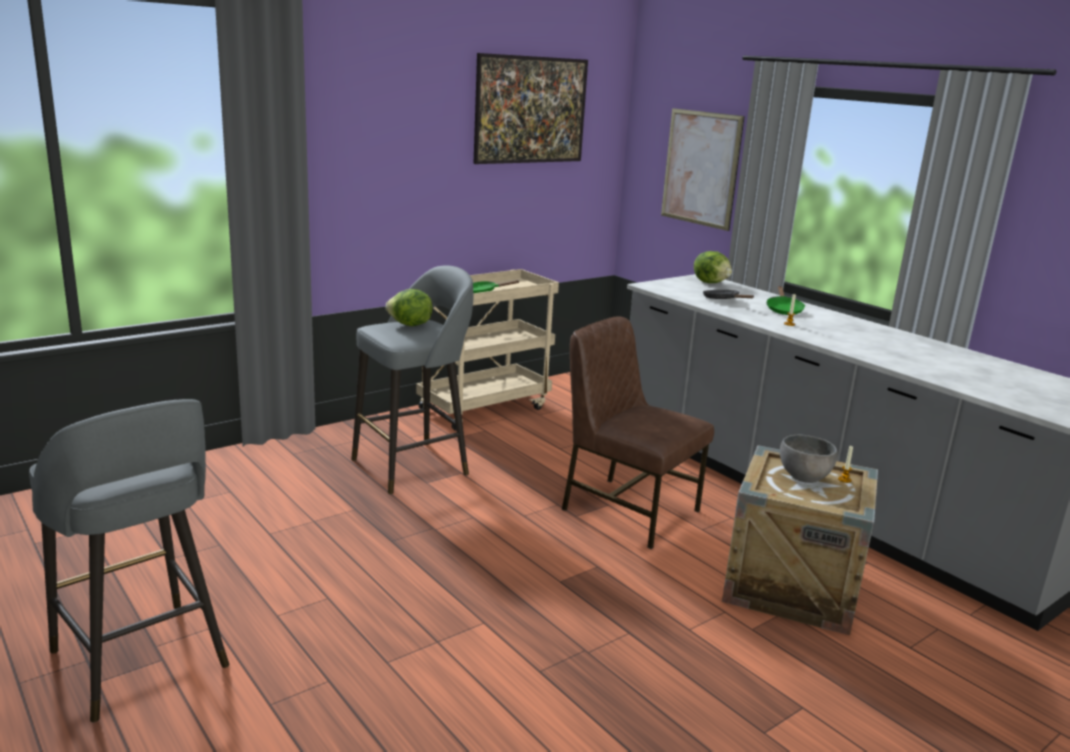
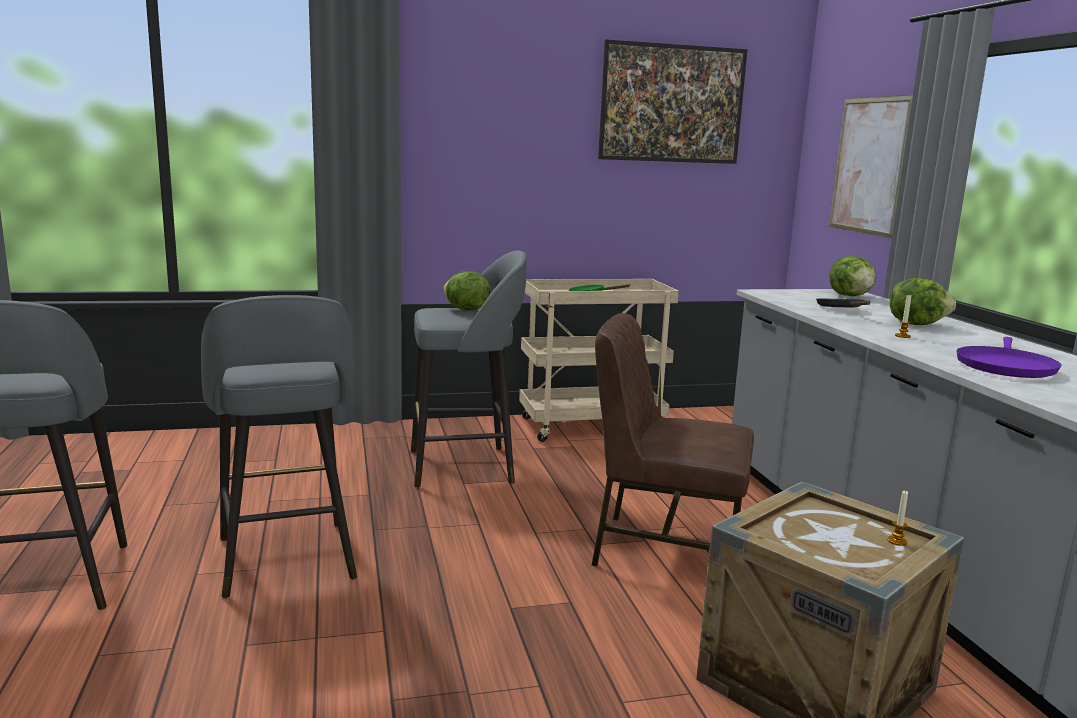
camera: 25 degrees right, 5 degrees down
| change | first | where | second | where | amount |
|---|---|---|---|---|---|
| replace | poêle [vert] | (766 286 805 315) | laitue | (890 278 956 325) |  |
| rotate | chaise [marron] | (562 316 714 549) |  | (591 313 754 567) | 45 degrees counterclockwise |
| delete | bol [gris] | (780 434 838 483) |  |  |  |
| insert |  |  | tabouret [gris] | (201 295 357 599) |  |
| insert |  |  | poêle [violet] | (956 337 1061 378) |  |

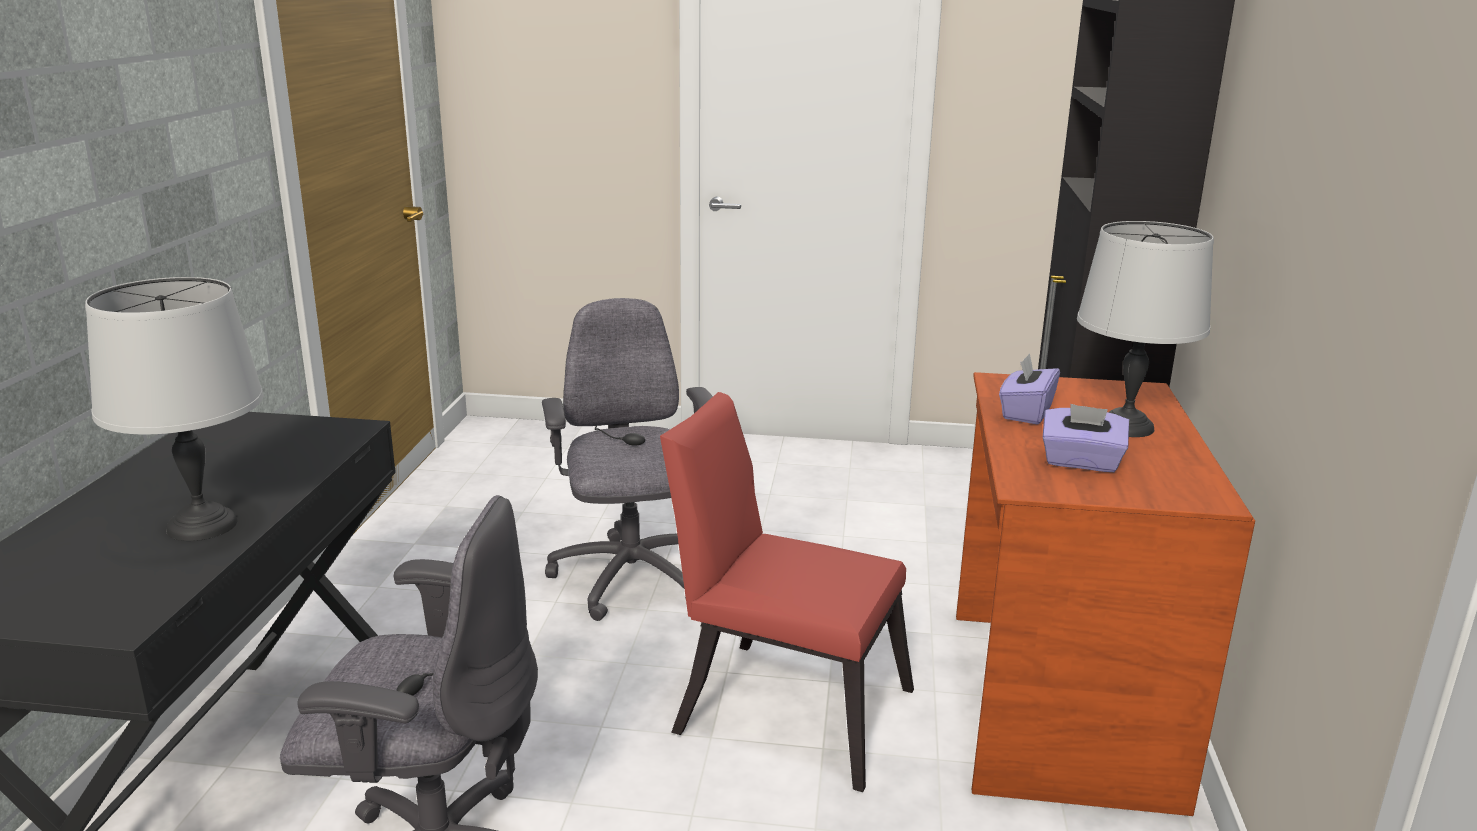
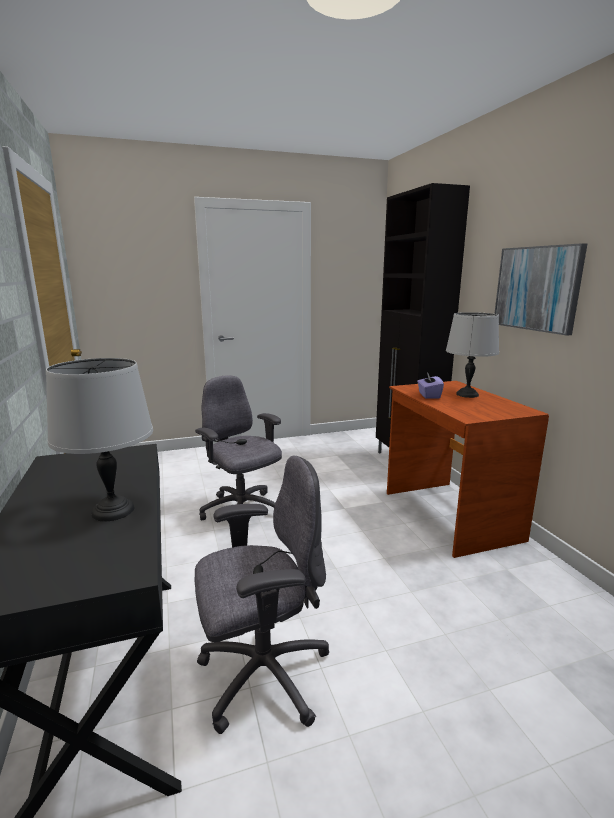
camera: 25 degrees left, 5 degrees down
| change | first | where | second | where | amount |
|---|---|---|---|---|---|
| delete | chaise [rouge] | (660 392 914 792) |  |  |  |
| delete | boîte à mouchoirs [violet] | (1043 404 1129 472) |  |  |  |
| insert |  |  | tableau | (494 243 587 336) |  |

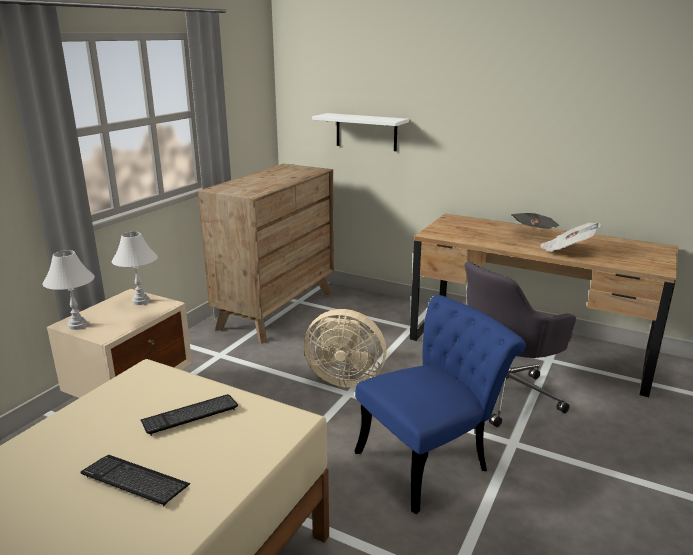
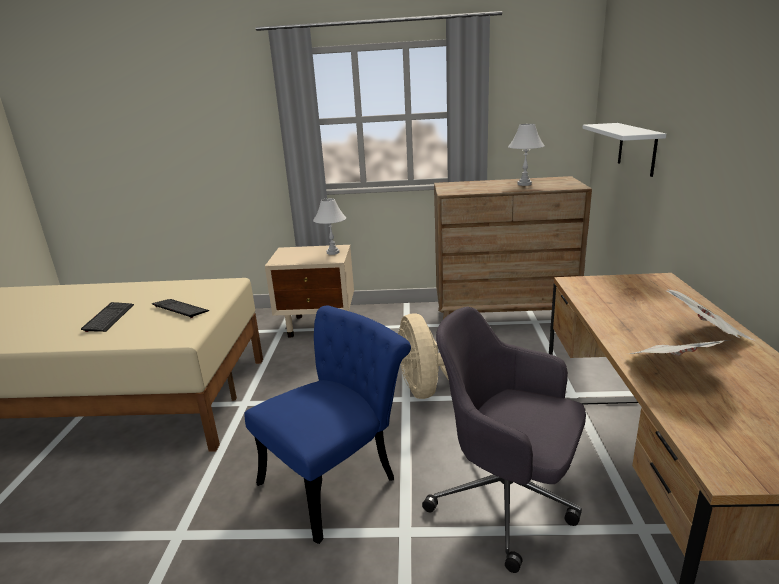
camera: 65 degrees right, 0 degrees up
| change | first | where | second | where | amount |
|---|---|---|---|---|---|
| move | lampe de table [blanc] | (43 250 95 330) |  | (508 124 545 186) |  |
| rotate | chaise [bleu] | (354 295 526 514) |  | (244 306 411 544) | 75 degrees counterclockwise |

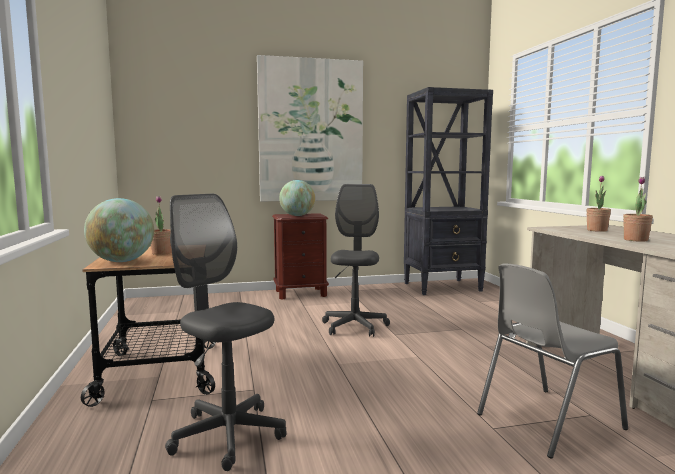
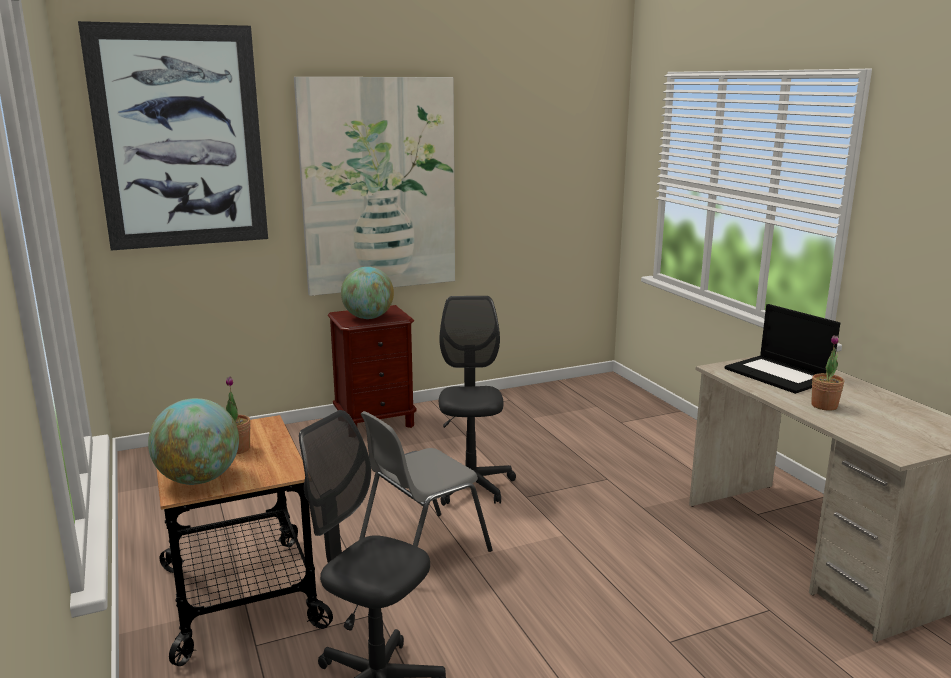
camera: 10 degrees left, 10 degrees up
| change | first | where | second | where | amount |
|---|---|---|---|---|---|
| delete | bibliothèque [noir] | (404 87 493 295) |  |  |  |
| replace | plante en pot | (587 175 611 232) | ordinateur portable | (725 304 840 394) |  |
| move | chaise [gris] | (477 264 628 459) |  | (359 411 493 552) |  |
| insert |  |  | tableau | (78 21 268 251) |  |

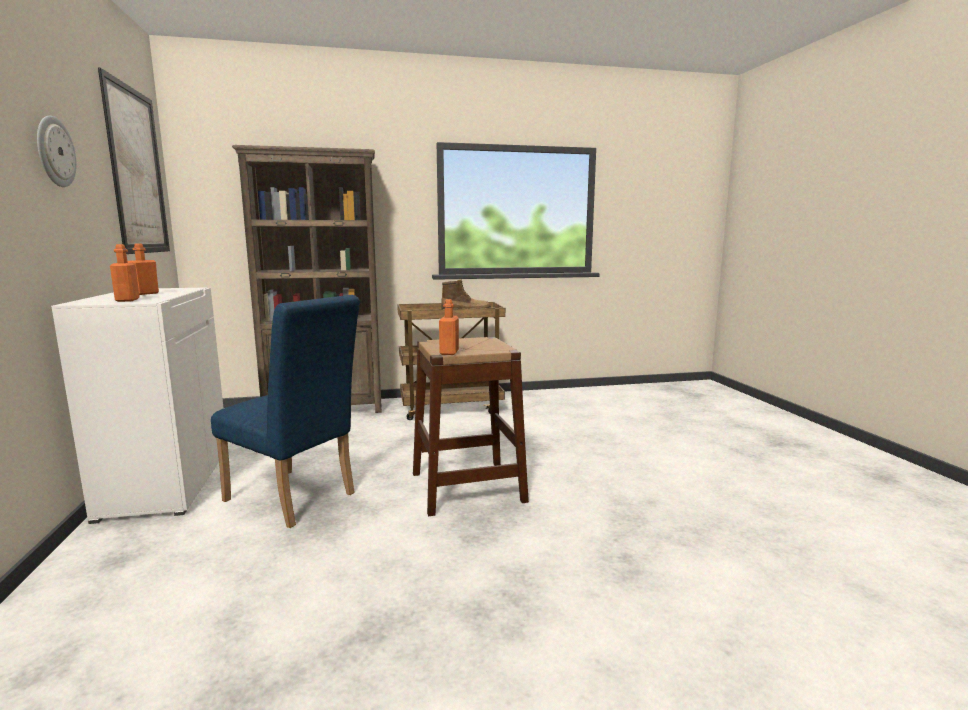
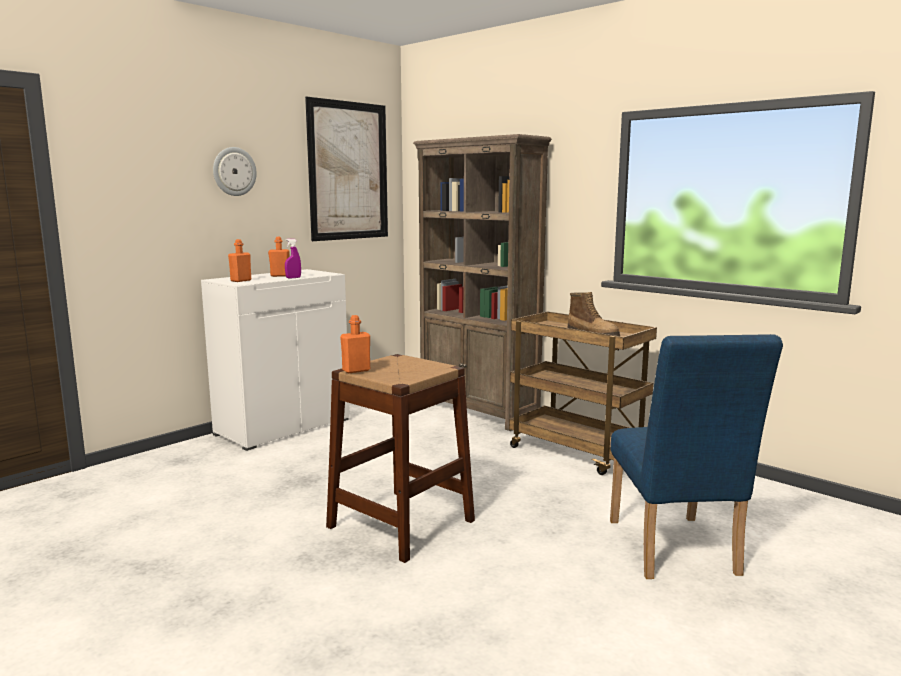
camera: 55 degrees right, 0 degrees up
| change | first | where | second | where | amount |
|---|---|---|---|---|---|
| move | chaise [bleu] | (211 295 360 528) |  | (610 334 783 579) |  |
| insert |  |  | vaporisateur [violet] | (285 239 301 278) |  |

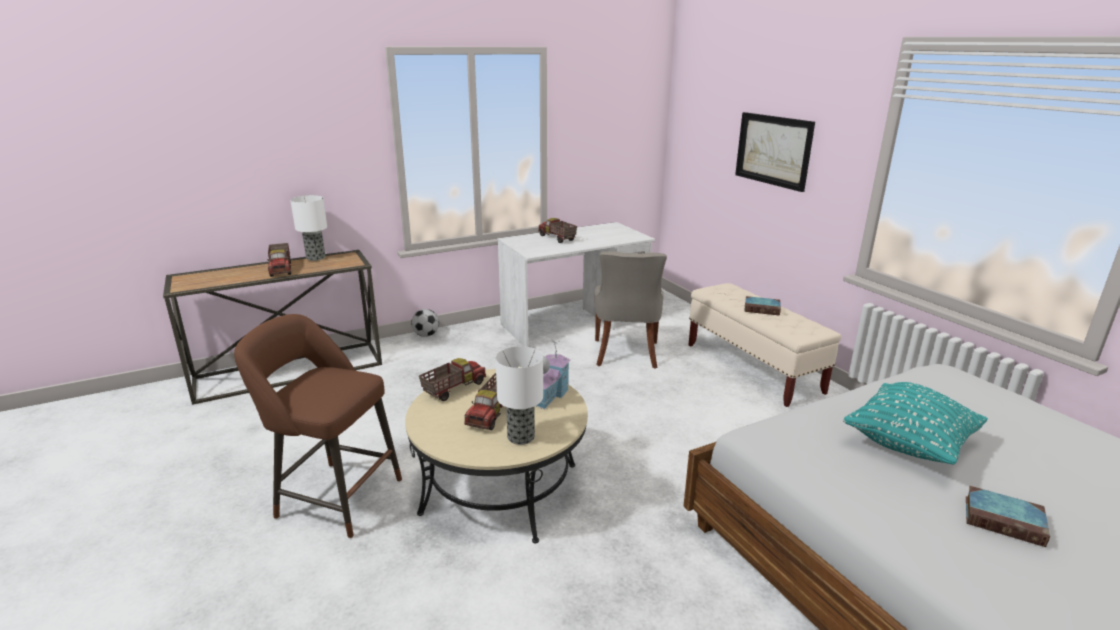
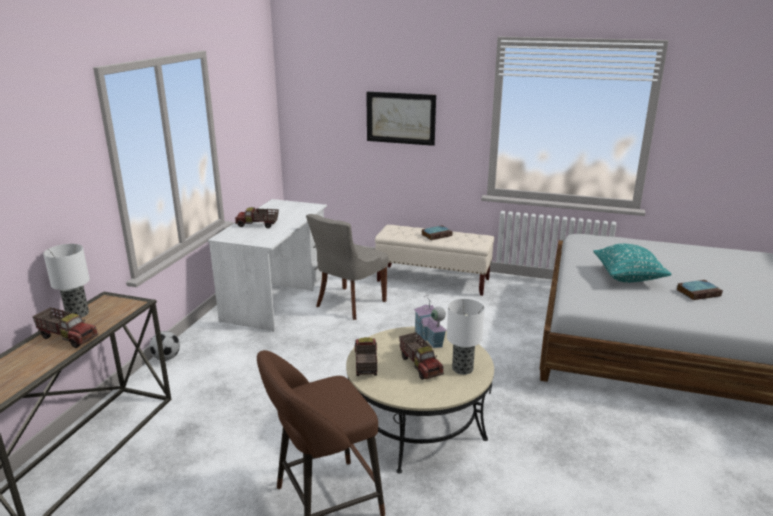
camera: 45 degrees left, 0 degrees up
| change | first | where | second | where | amount |
|---|---|---|---|---|---|
| rotate | chaise [gris] | (594 251 667 369) |  | (306 214 388 320) | 75 degrees clockwise |

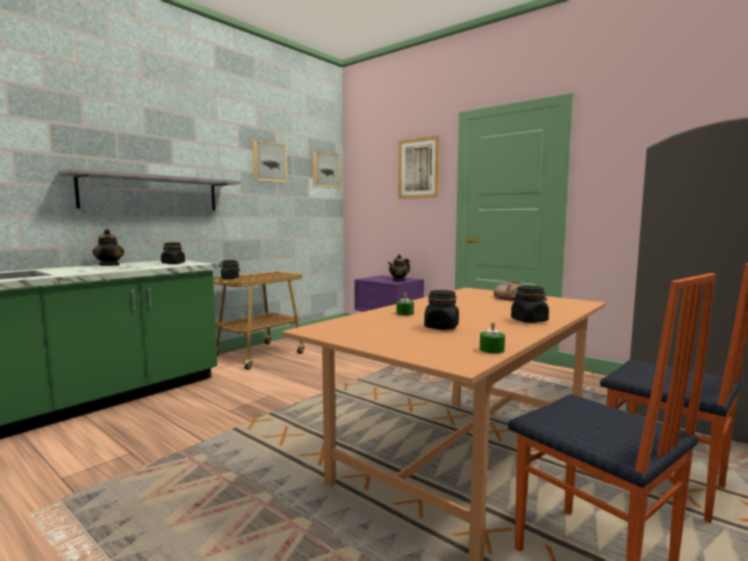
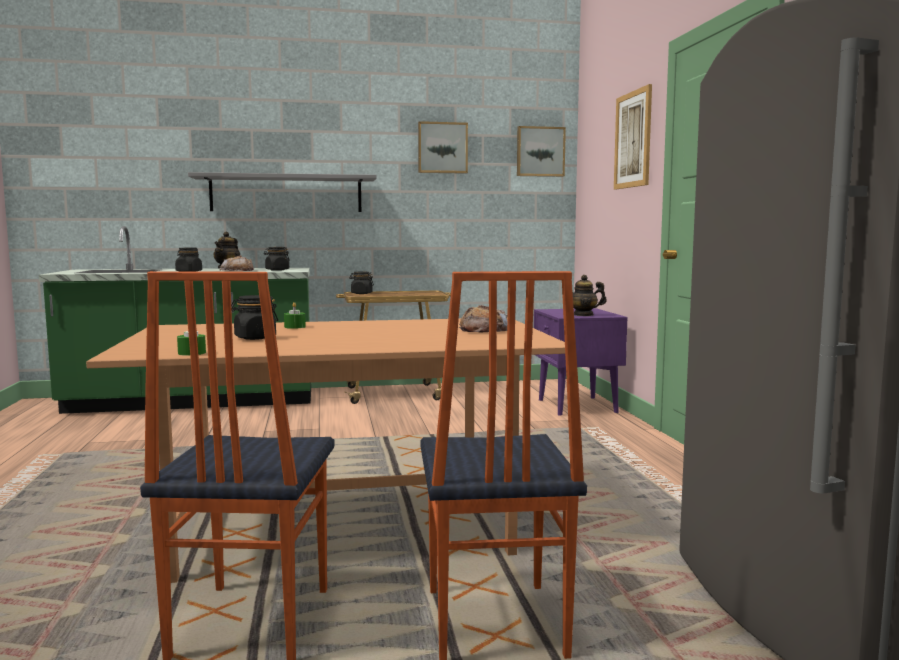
camera: 40 degrees right, 0 degrees up
| change | first | where | second | where | amount |
|---|---|---|---|---|---|
| move | bocal [noir] | (511 286 549 323) |  | (175 248 202 271) |  |
| insert |  |  | pain | (220 255 254 271) |  |

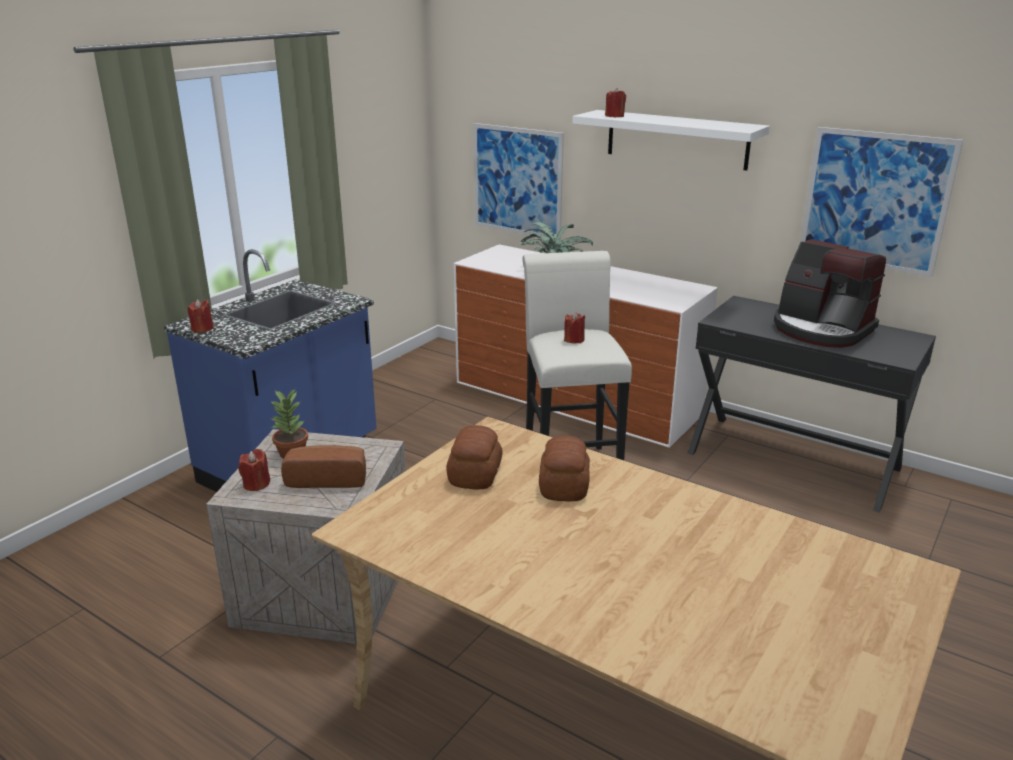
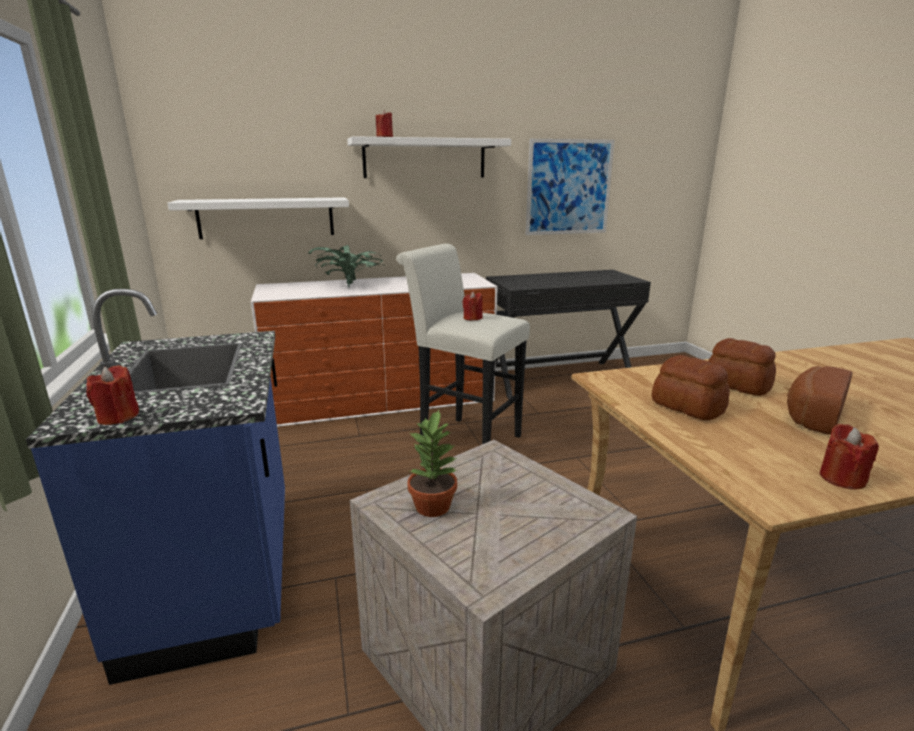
camera: 50 degrees left, 5 degrees down
| change | first | where | second | where | amount |
|---|---|---|---|---|---|
| replace | tableau | (473 123 564 236) | étagère [blanc] | (168 197 349 239) |  |
| delete | machine à café | (774 239 886 348) |  |  |  |
| move | pain | (281 445 366 488) |  | (787 366 852 435) |  |
| move | bougie [rouge] | (238 449 270 491) |  | (820 424 879 489) |  |

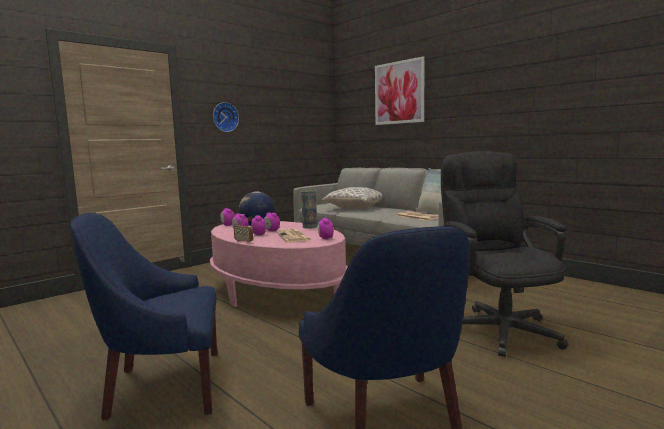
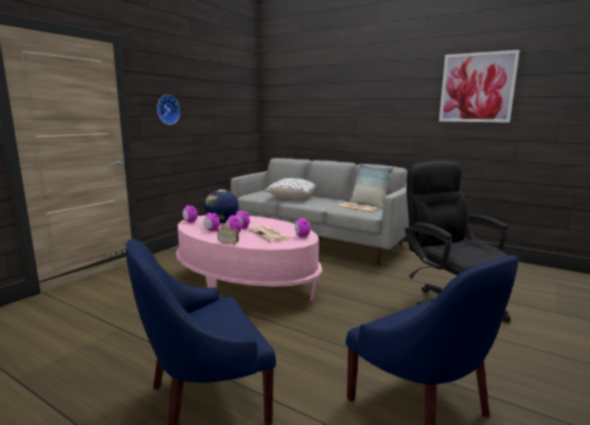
camera: 15 degrees left, 5 degrees up
| change | first | where | second | where | amount |
|---|---|---|---|---|---|
| move | tableau | (375 56 425 125) |  | (439 50 520 123) |  |
| delete | vase | (301 190 317 229) |  |  |  |

